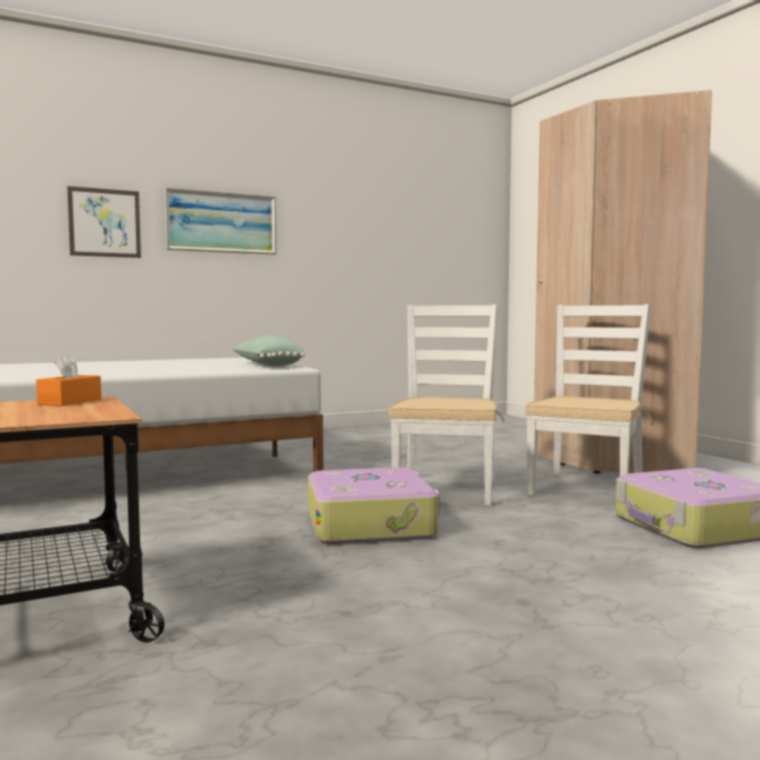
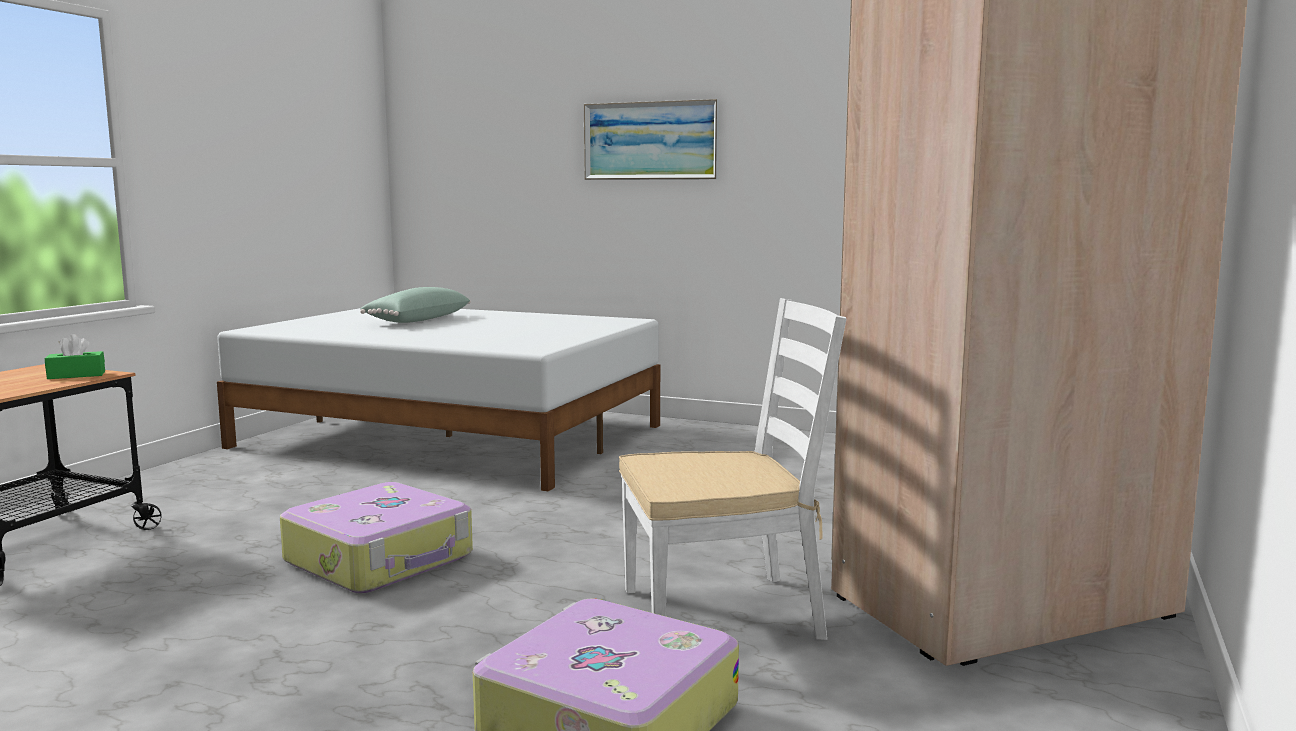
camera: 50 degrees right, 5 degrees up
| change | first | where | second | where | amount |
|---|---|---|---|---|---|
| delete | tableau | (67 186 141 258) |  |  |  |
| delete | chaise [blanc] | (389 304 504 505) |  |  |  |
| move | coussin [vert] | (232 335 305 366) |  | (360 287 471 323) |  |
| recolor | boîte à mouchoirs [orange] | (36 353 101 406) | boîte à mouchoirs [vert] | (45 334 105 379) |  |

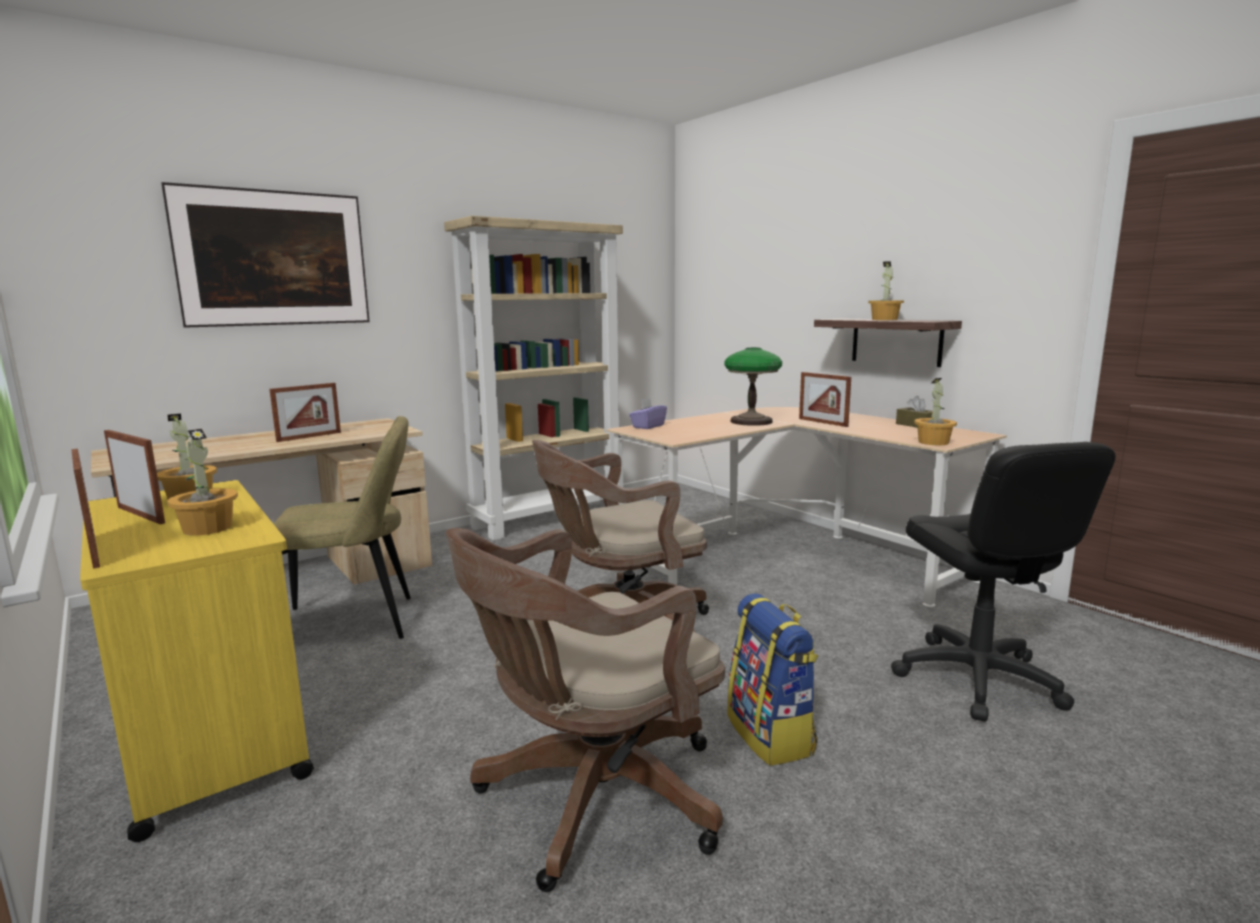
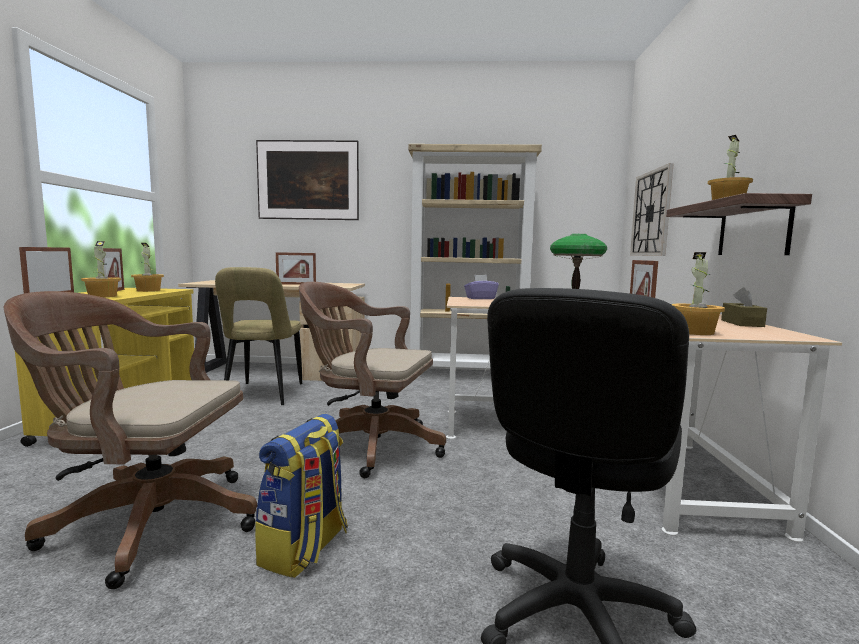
camera: 40 degrees right, 5 degrees down
| change | first | where | second | where | amount |
|---|---|---|---|---|---|
| rotate | chaise [beige] | (273 416 411 639) |  | (215 267 302 405) | 60 degrees clockwise |
| insert |  |  | horloge murale | (630 163 674 256) |  |

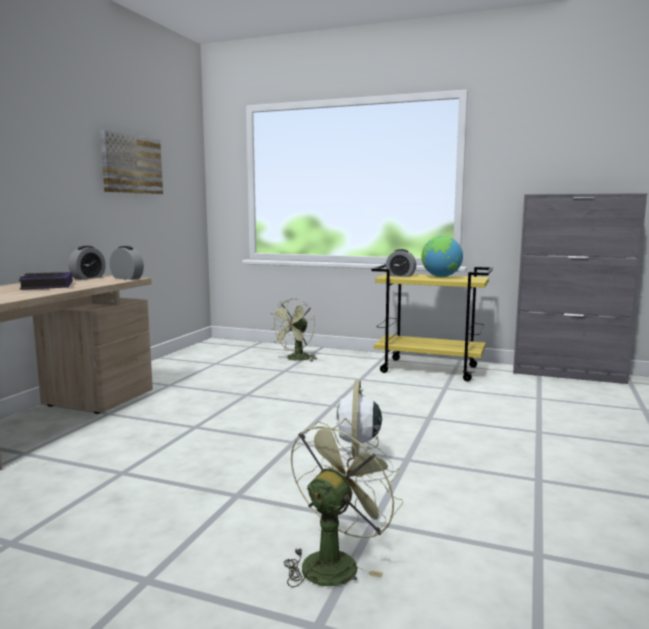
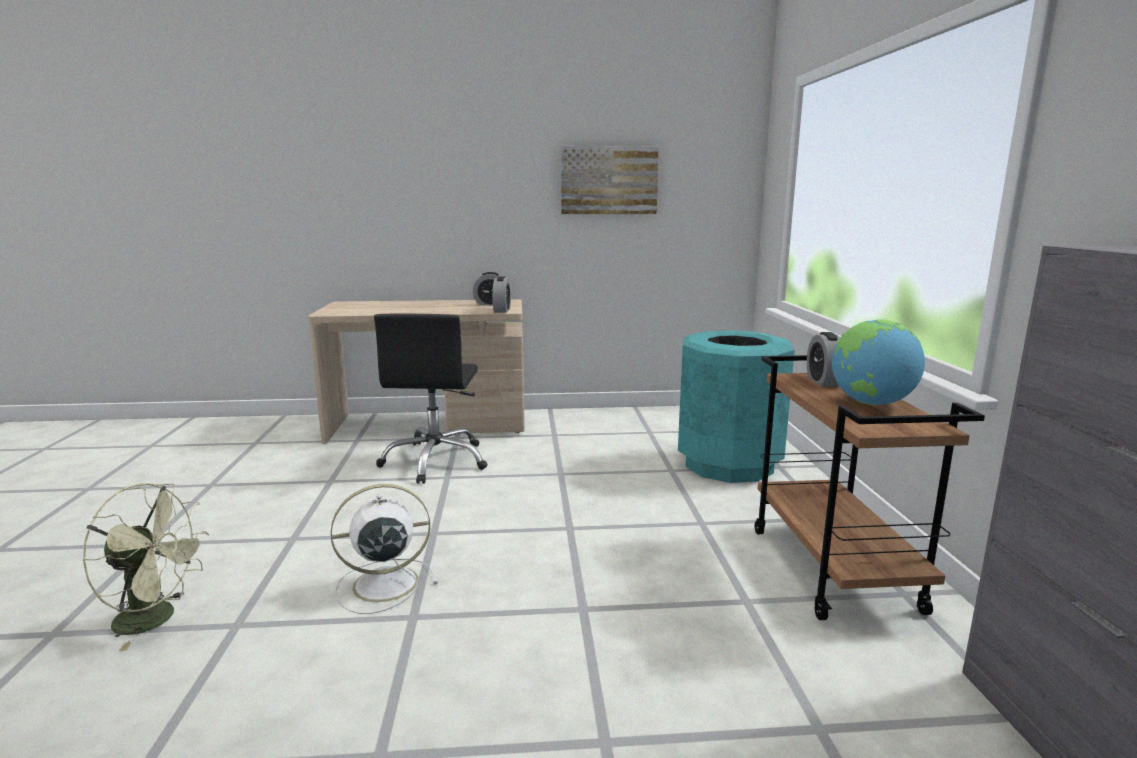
camera: 65 degrees right, 5 degrees up
| change | first | where | second | where | amount |
|---|---|---|---|---|---|
| recolor | chariot [jaune] | (372 264 493 381) | chariot [marron] | (755 355 985 620) |  |
| delete | livre | (19 272 73 290) |  |  |  |
| replace | ventilateur [vert] | (270 298 318 362) | poubelle [turquoise] | (678 330 795 483) |  |
| insert |  |  | chaise de bureau [noir] | (374 314 488 484) |  |

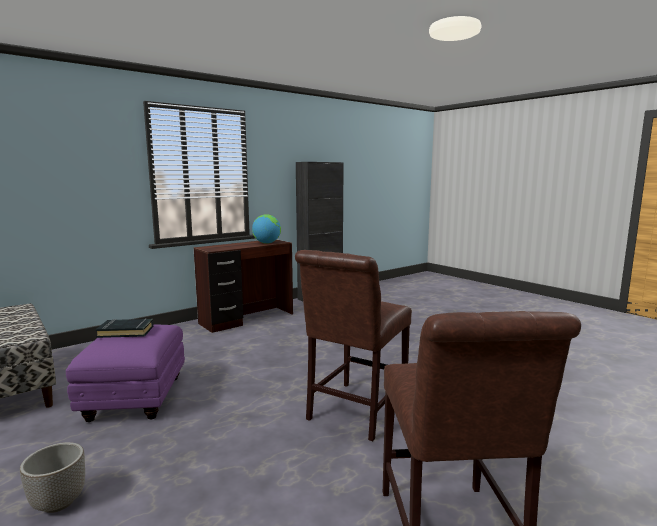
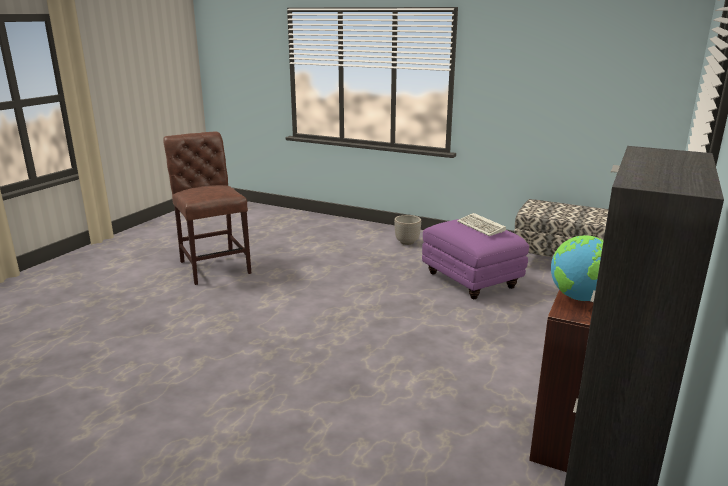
camera: 155 degrees right, 10 degrees up
| change | first | where | second | where | amount |
|---|---|---|---|---|---|
| delete | chaise [marron] | (295 250 412 441) |  |  |  |
| replace | livre [noir] | (96 319 153 338) | clavier | (457 213 506 236) |  |

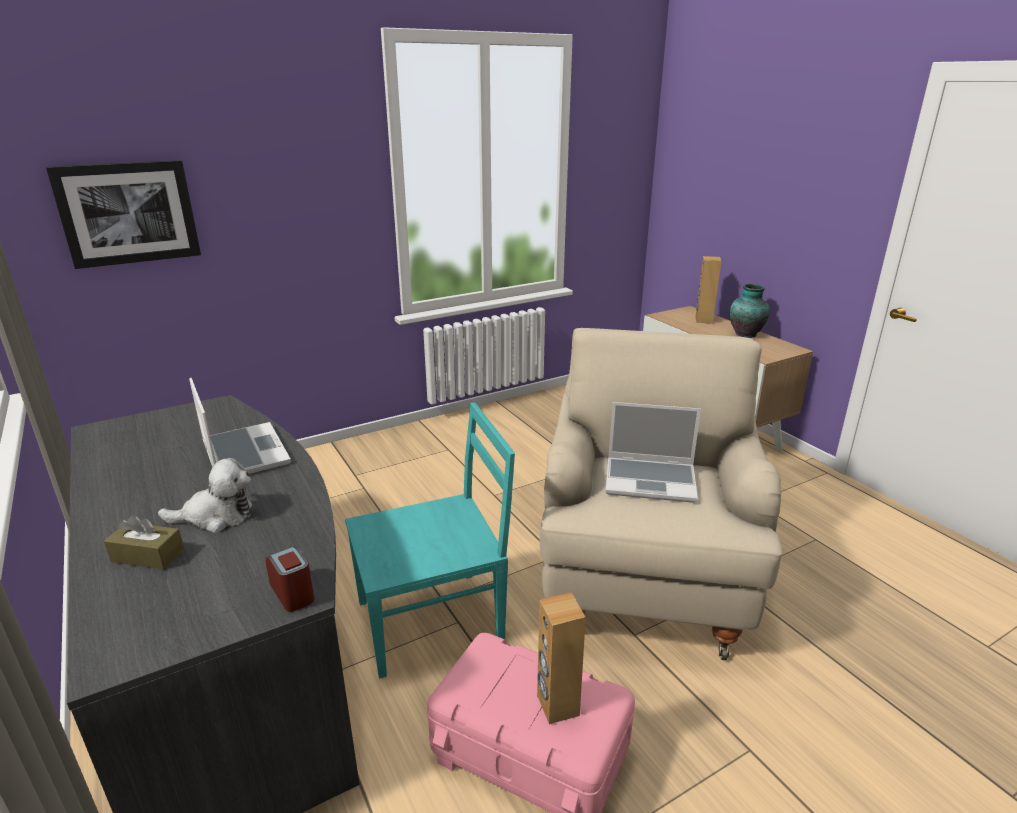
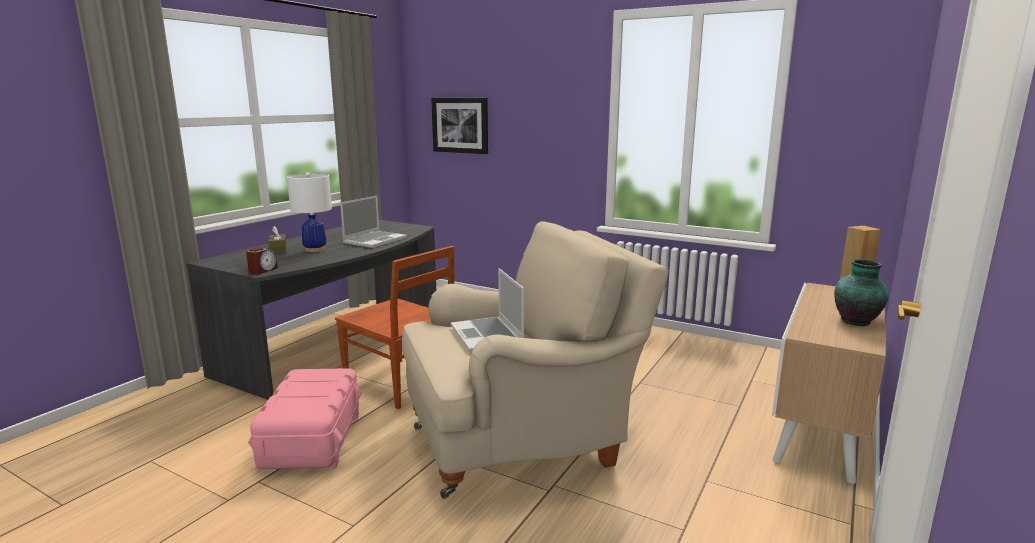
camera: 60 degrees right, 10 degrees down
| change | first | where | second | where | amount |
|---|---|---|---|---|---|
| recolor | chaise [turquoise] | (345 403 515 678) | chaise [marron] | (335 246 454 409) |  |
| replace | peluche | (158 458 252 533) | lampe de table [blanc] | (287 172 332 252) |  |
| delete | enceinte [marron] | (537 592 586 724) |  |  |  |

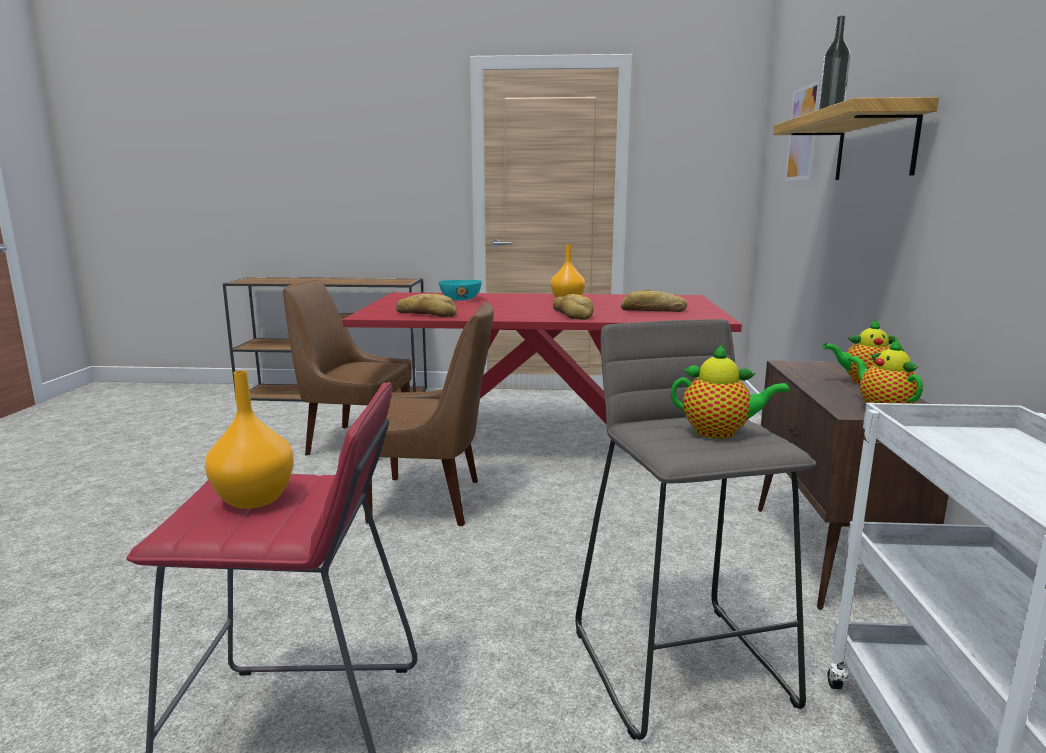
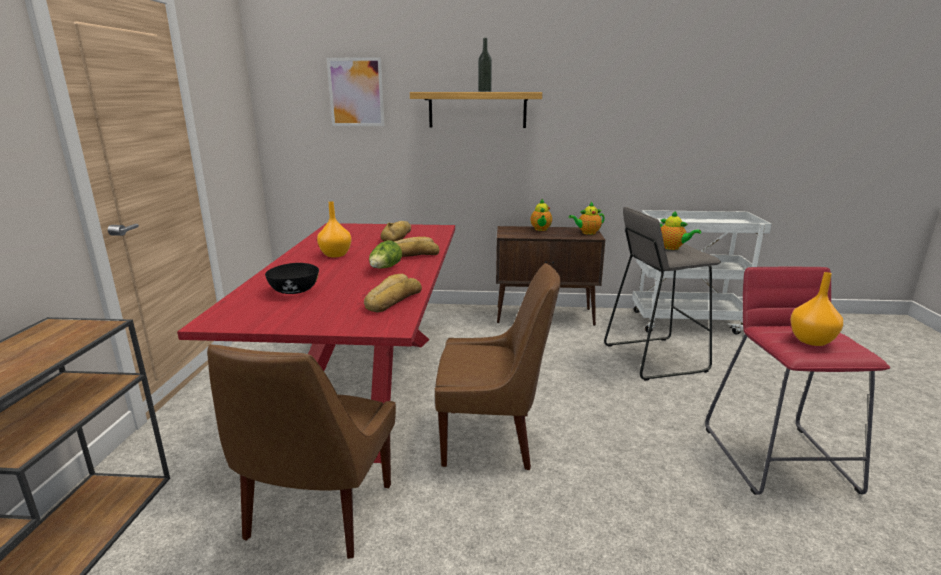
camera: 90 degrees left, 5 degrees up
| change | first | where | second | where | amount |
|---|---|---|---|---|---|
| recolor | bol [turquoise] | (439 280 482 301) | bol [noir] | (265 263 319 294) |  |
| rotate | chaise [marron] | (364 301 494 526) |  | (435 263 561 470) | 90 degrees clockwise |
| rotate | théière | (671 344 790 439) |  | (660 211 701 250) | 120 degrees clockwise |
| insert |  |  | laitue | (369 240 402 269) |  |

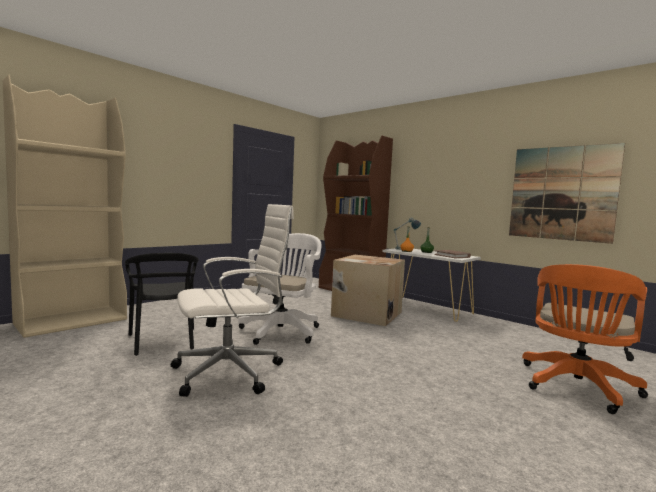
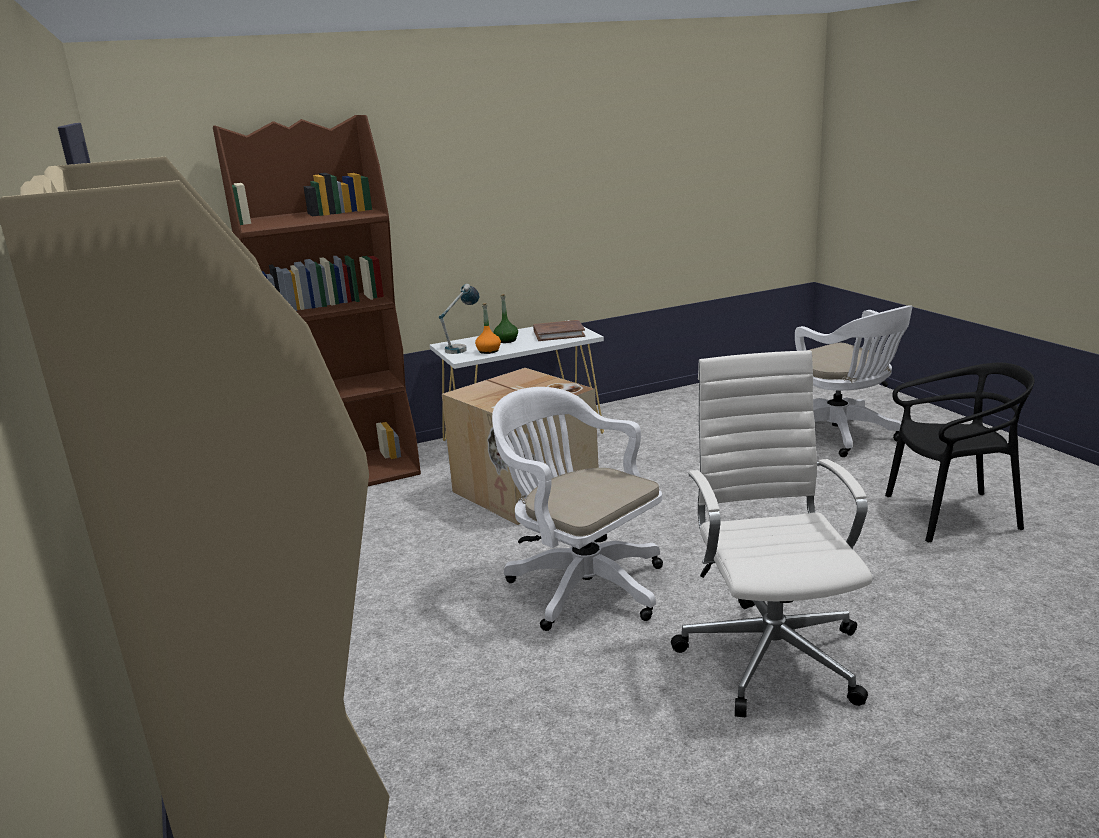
camera: 65 degrees left, 15 degrees up
| change | first | where | second | where | amount |
|---|---|---|---|---|---|
| delete | tableau | (509 143 625 244) |  |  |  |
| move | chaise [noir] | (125 253 199 356) |  | (885 363 1035 542) |  |
| recolor | chaise de bureau [orange] | (522 264 648 414) | chaise de bureau [blanc] | (795 306 913 457) |  |

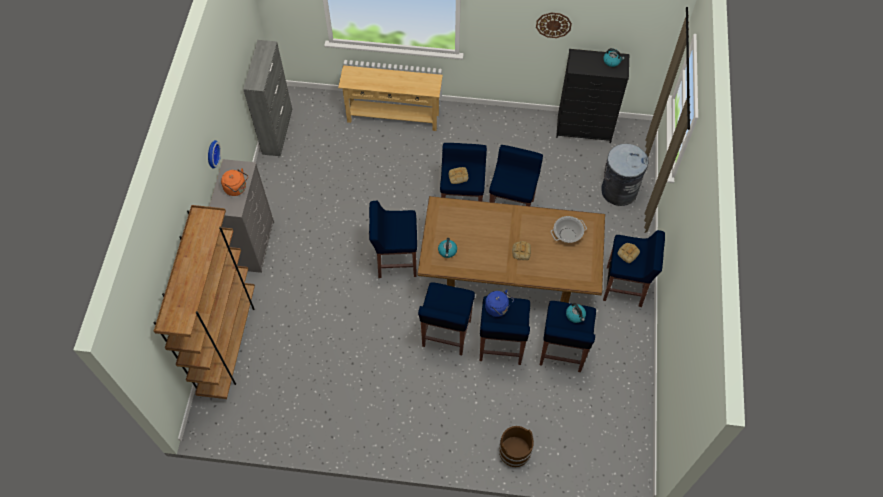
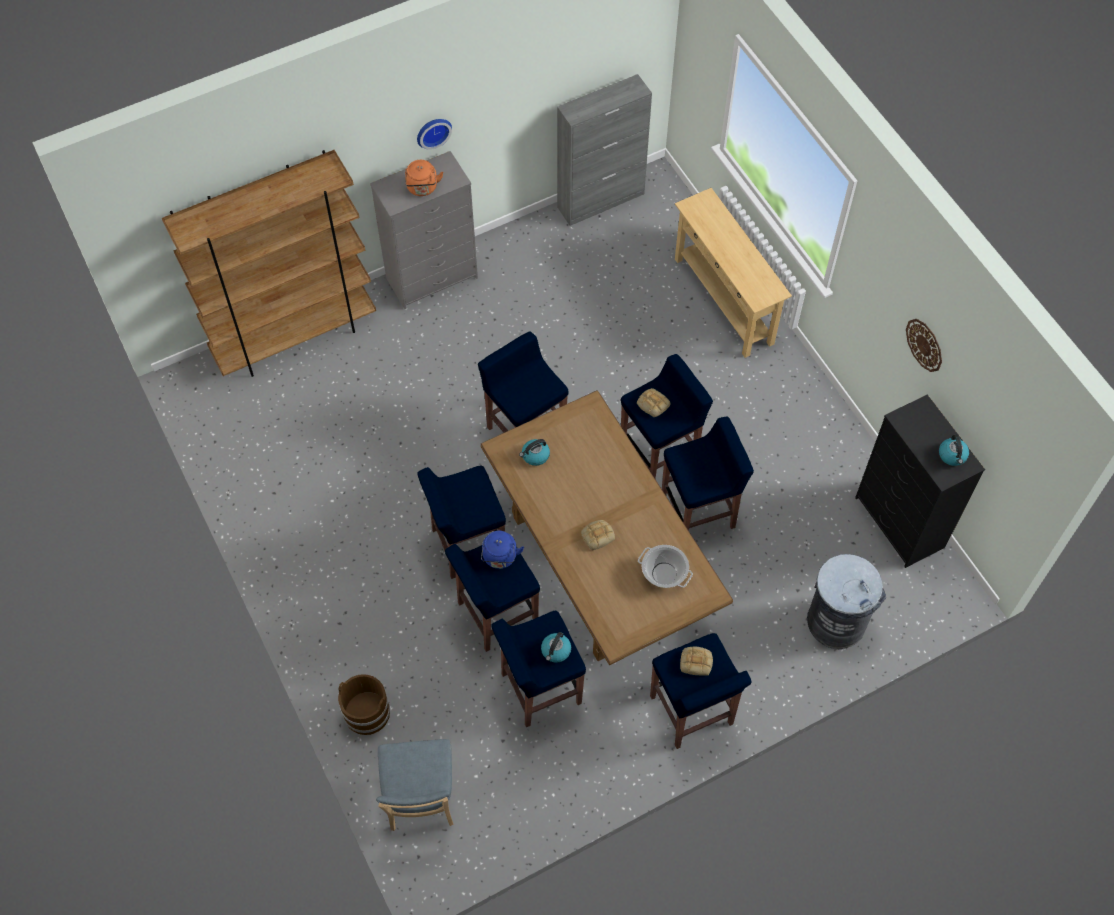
camera: 55 degrees right, 0 degrees up
| change | first | where | second | where | amount |
|---|---|---|---|---|---|
| insert |  |  | chaise [bleu] | (376 739 453 831) |  |

